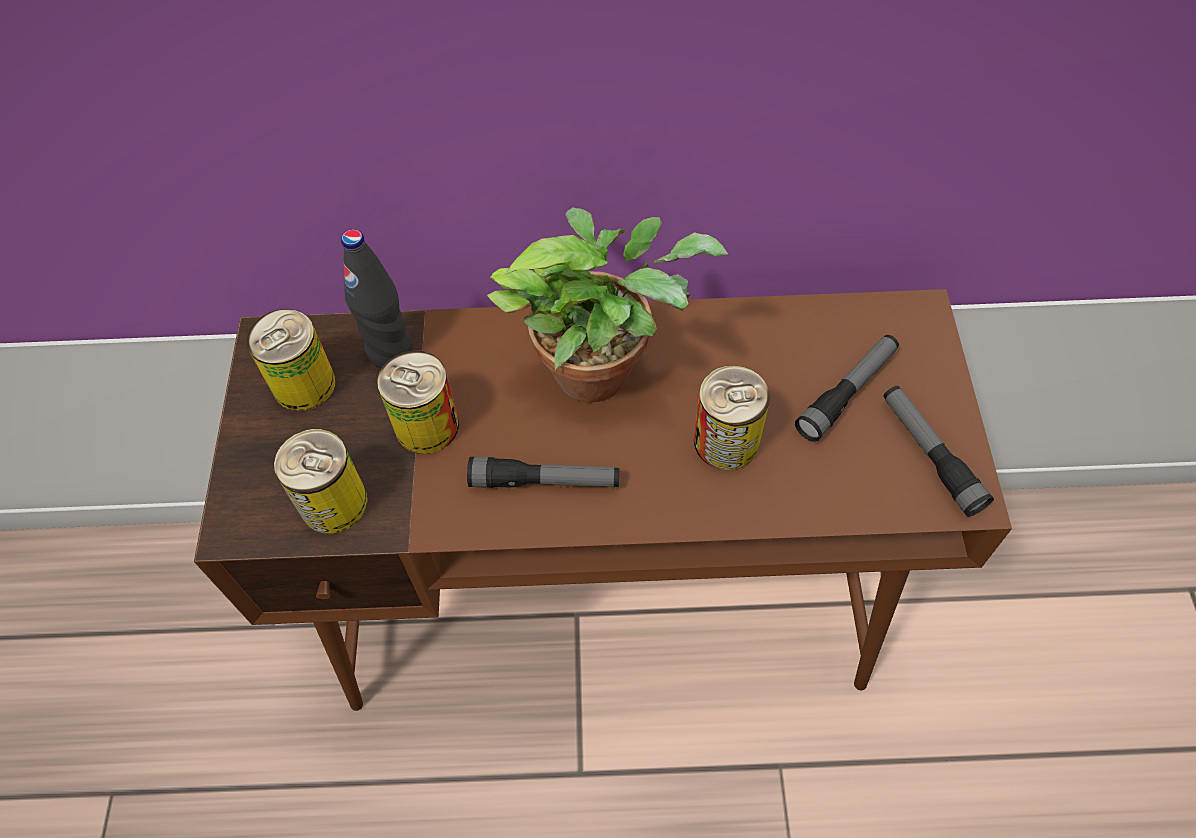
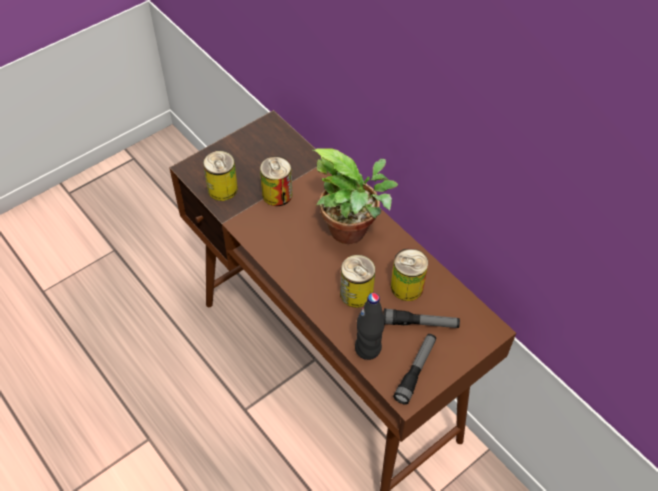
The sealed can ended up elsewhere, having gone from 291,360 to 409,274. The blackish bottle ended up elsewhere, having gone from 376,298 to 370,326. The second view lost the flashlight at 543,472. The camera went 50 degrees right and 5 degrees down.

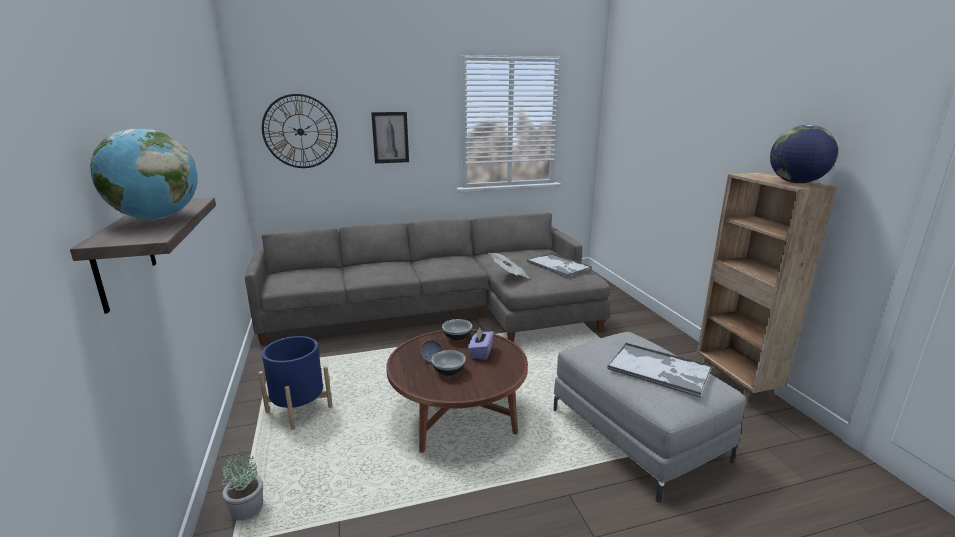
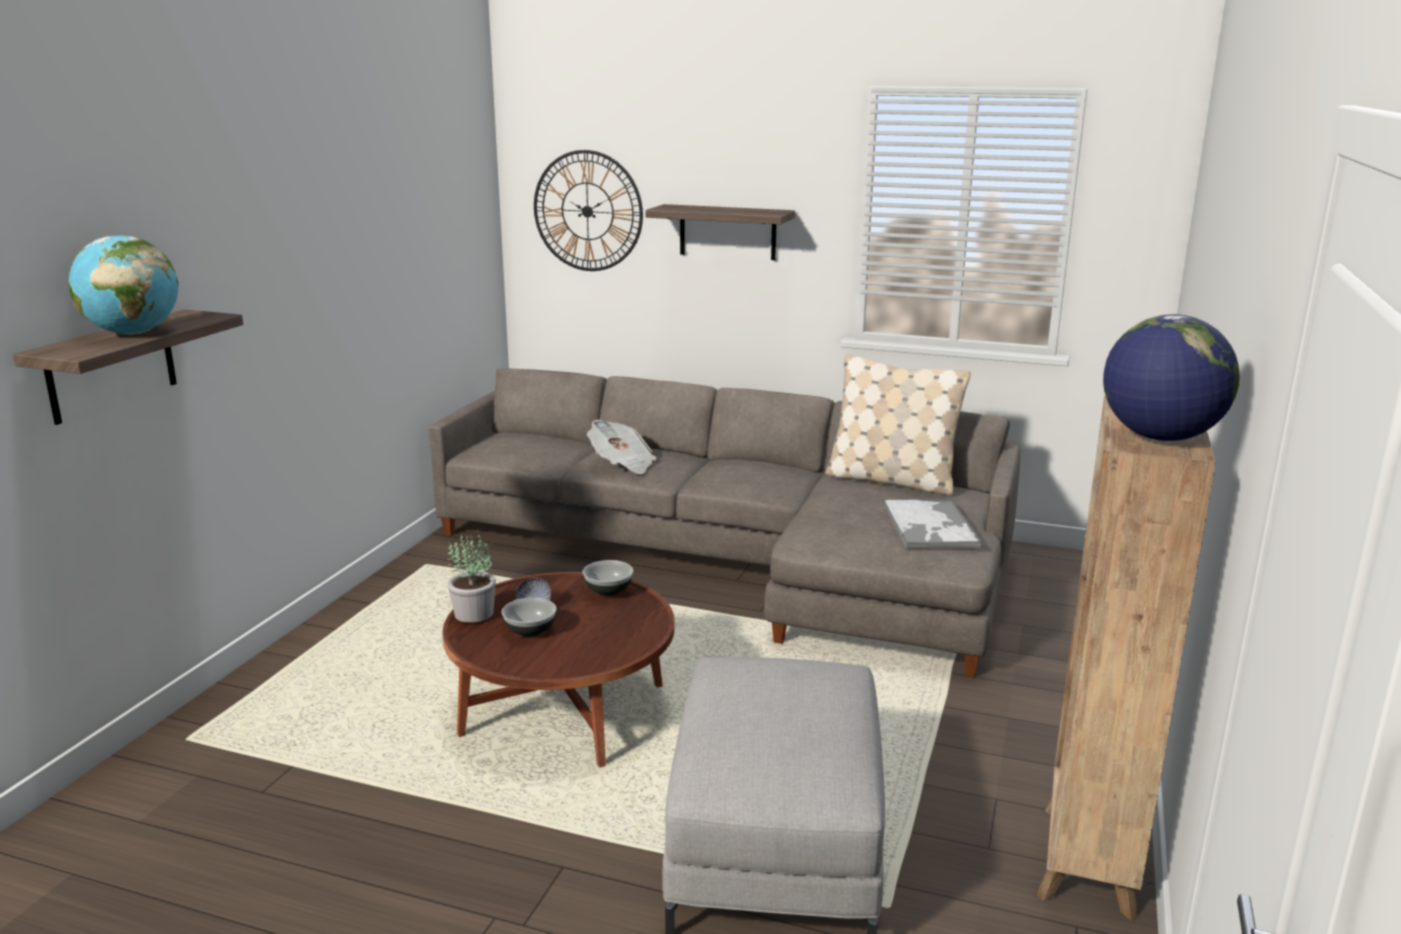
The potted plant ended up elsewhere, having gone from 242,484 to 471,576. The second view lost the bluish flower pot at 295,383. Where the wall art hung at 390,137, the shelf came to hang at 720,232. The second view lost the purplish tissue holder at 481,343. The newspaper ended up elsewhere, having gone from 509,265 to 621,447. The second view lost the carrying tray at 660,370. The second view gained the sand-coloured cushion at 898,424. The camera went 35 degrees right and 0 degrees up.

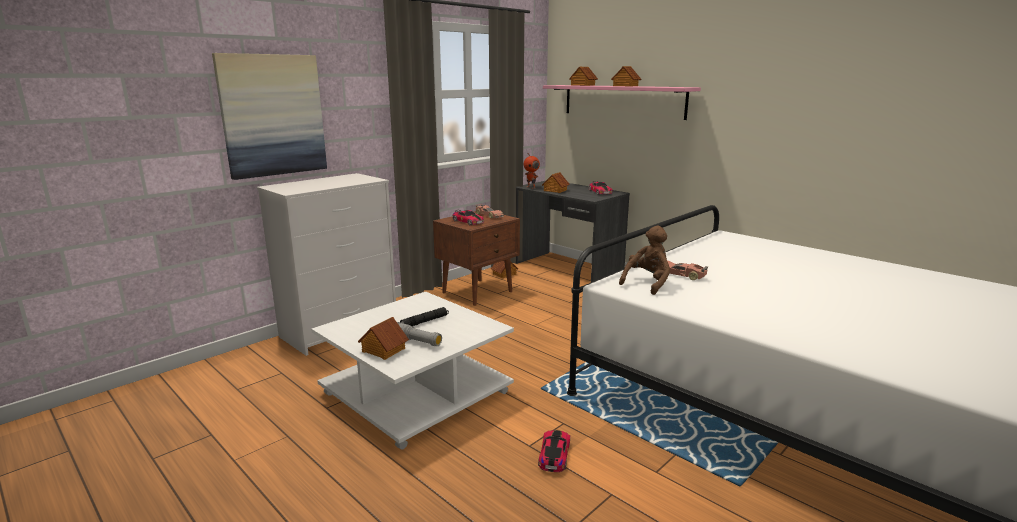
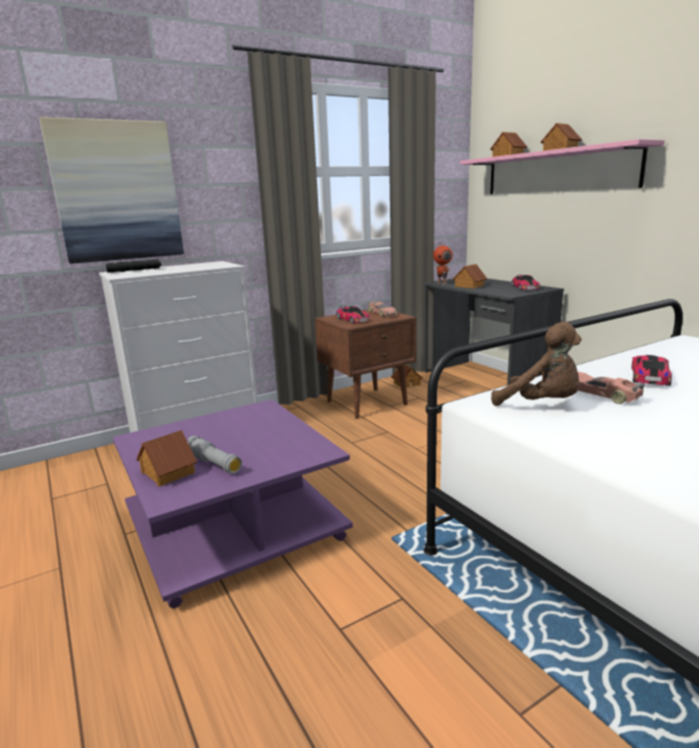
What was the white-coloured low table at 412,370 turned into the purplish low table at 233,503. The blackish flashlight ended up elsewhere, having gone from 424,316 to 133,266. The model car ended up elsewhere, having gone from 554,451 to 651,370. The brown-coloured plush toy at 644,260 ended up facing another way, 75 degrees clockwise from before. The camera went 15 degrees right and 0 degrees up.

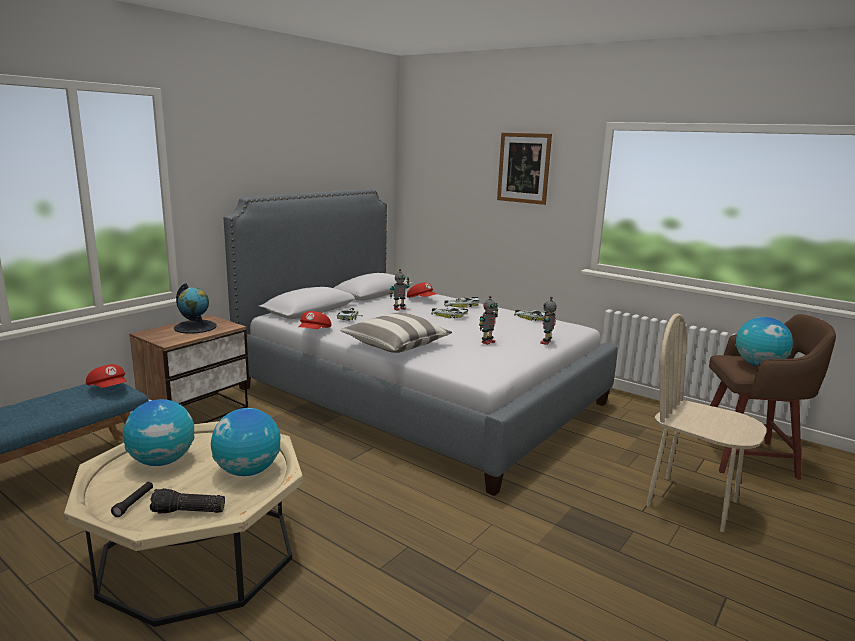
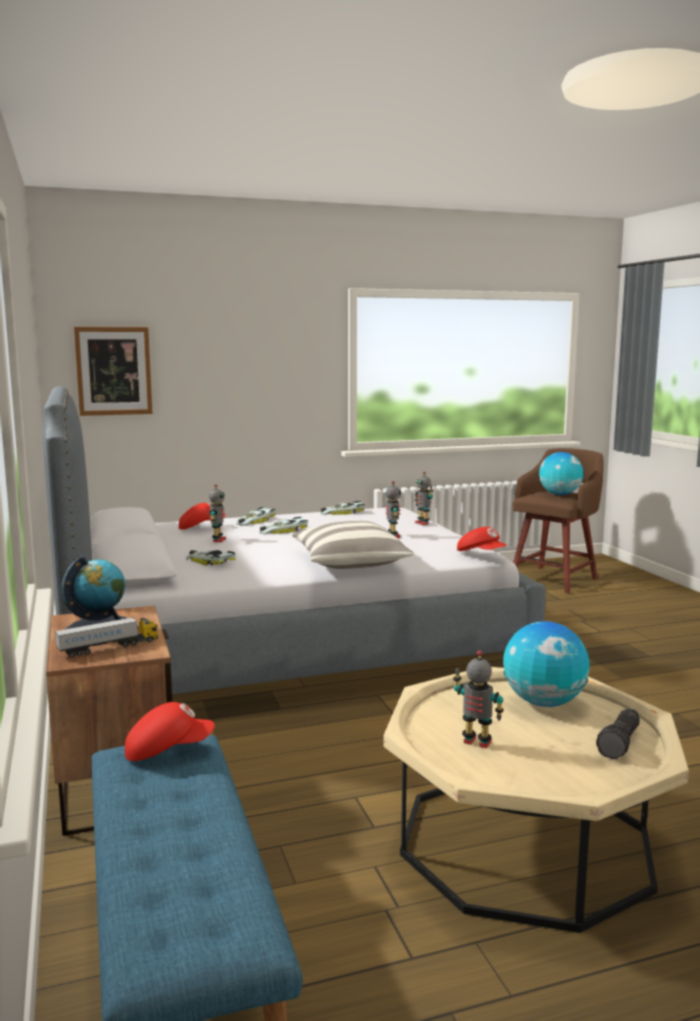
The second view lost the blackish flashlight at 132,499. Where the desk globe stood at 159,432, the robot figure came to stand at 478,699. The red baseball cap ended up elsewhere, having gone from 315,320 to 482,539. The wall art ended up elsewhere, having gone from 524,169 to 113,371. The second view lost the sand-coloured chair at 706,422. The second view gained the toy lorry at 106,637. The camera went 55 degrees left and 5 degrees down.

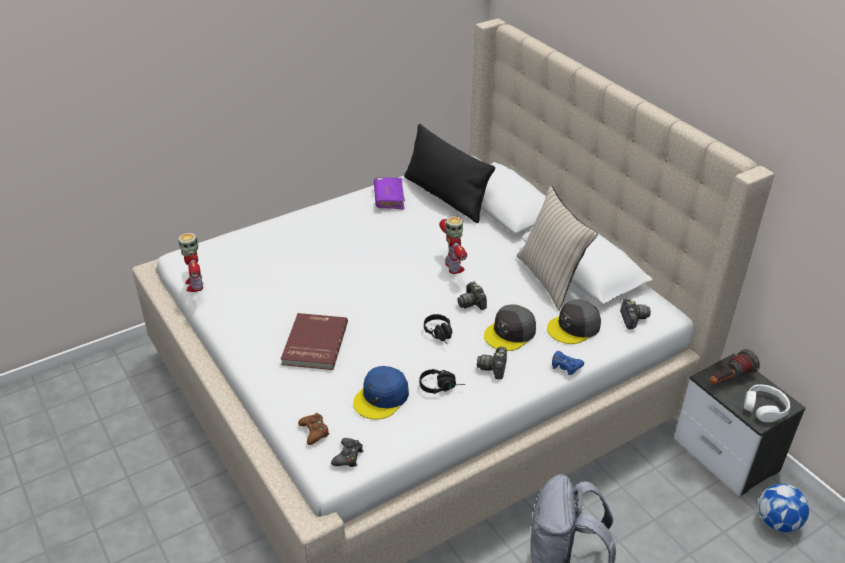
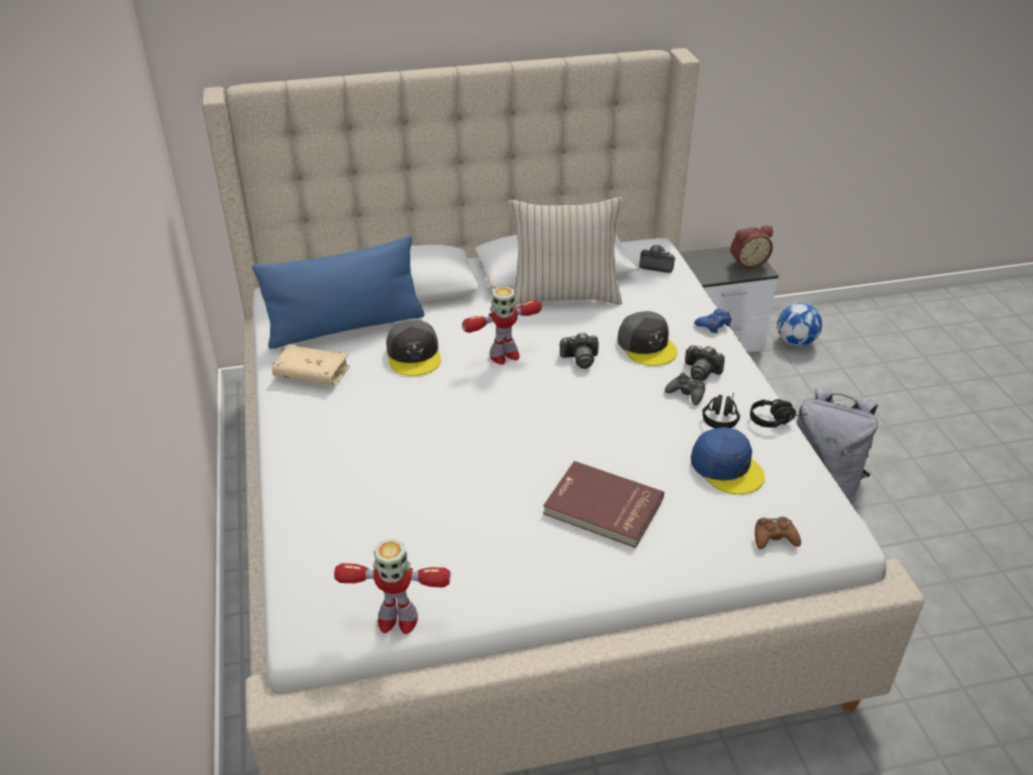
The blackish gamepad ended up elsewhere, having gone from 347,452 to 685,389. What was the purplish volume at 389,193 turned into the sand-coloured volume at 311,365. What was the blackish cushion at 449,173 turned into the bluish cushion at 338,292. The blackish headset ended up elsewhere, having gone from 438,329 to 779,413. The robot figure at 453,245 ended up facing another way, 150 degrees clockwise from before. The grey baseball cap ended up elsewhere, having gone from 574,321 to 413,348. The second view lost the flashlight at 734,366. Where the white-coloured headset stood at 767,403, the table clock came to stand at 752,247. The camera went 70 degrees left and 0 degrees up.

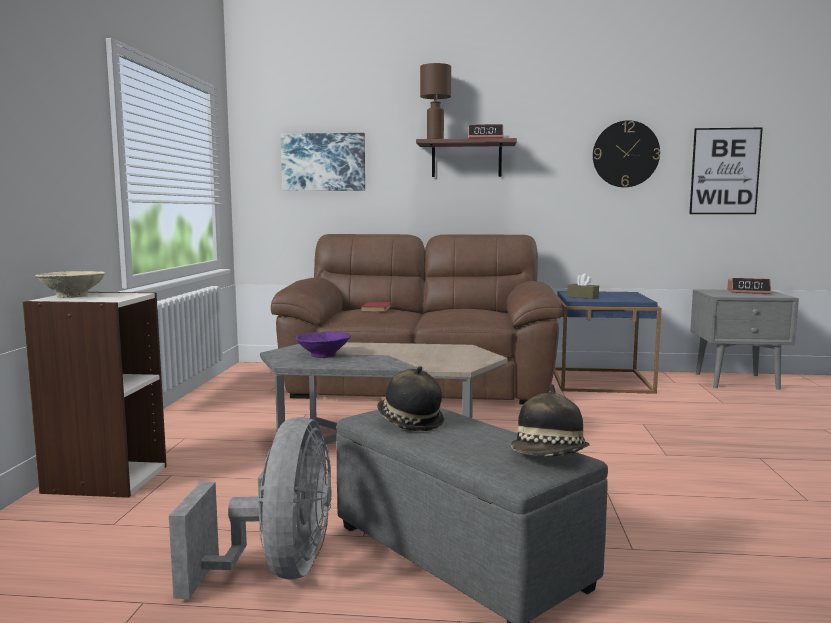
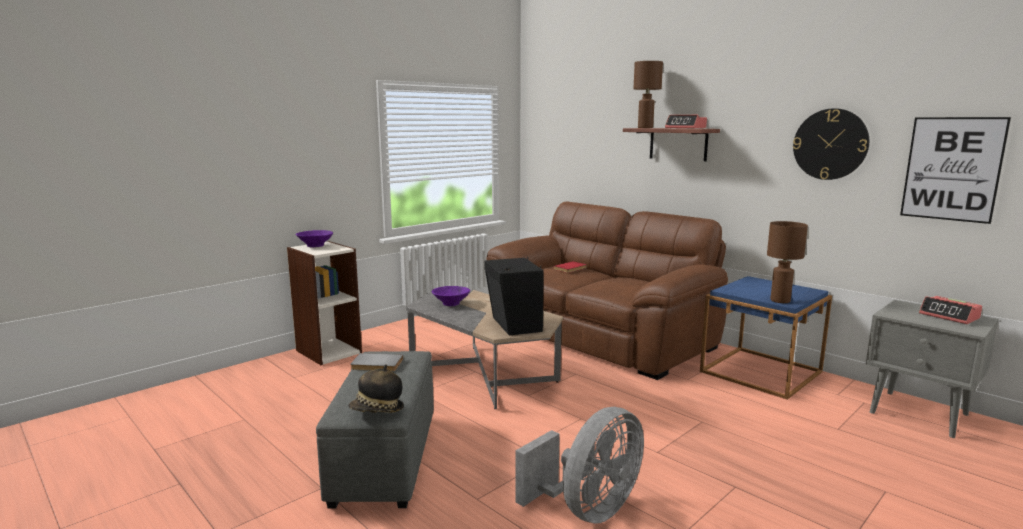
What was the sand-coloured serving bowl at 70,284 turned into the purplish serving bowl at 314,238. The grey fan ended up elsewhere, having gone from 250,508 to 579,465. The second view lost the wall art at 323,162. Where the clothing hat stood at 410,398, the grey volume came to stand at 377,362. The second view lost the brown-coloured tissue holder at 583,286. The second view gained the blackish speaker at 514,296. The second view gained the brown-coloured table lamp at 787,262. The camera went 40 degrees right and 5 degrees up.

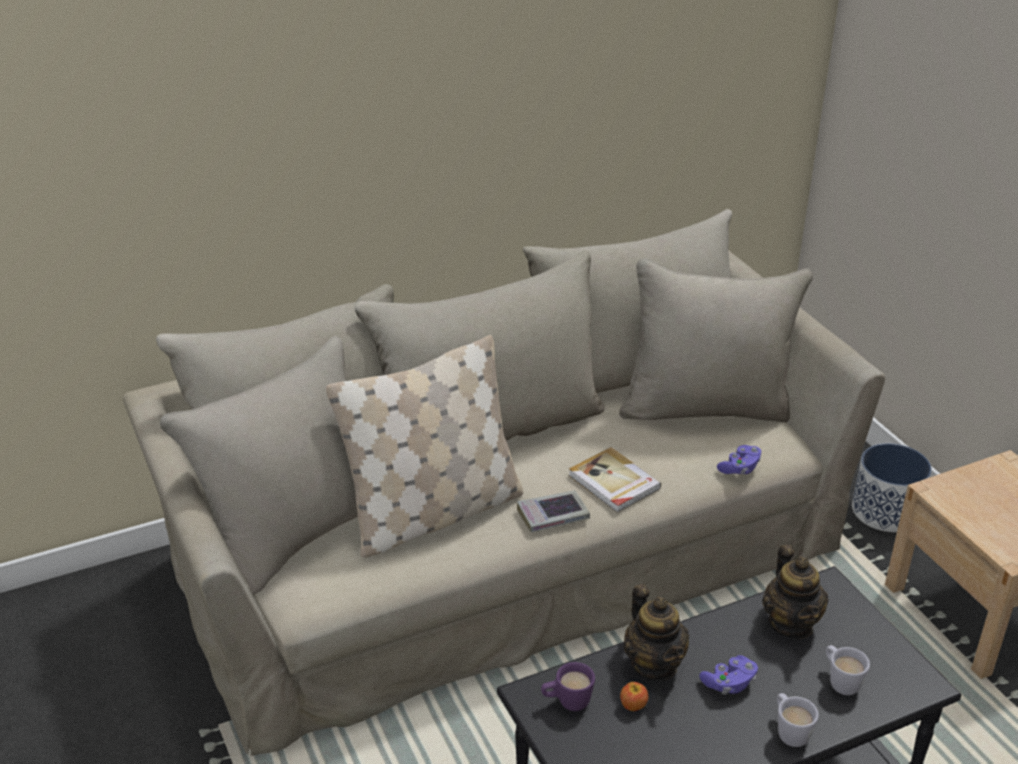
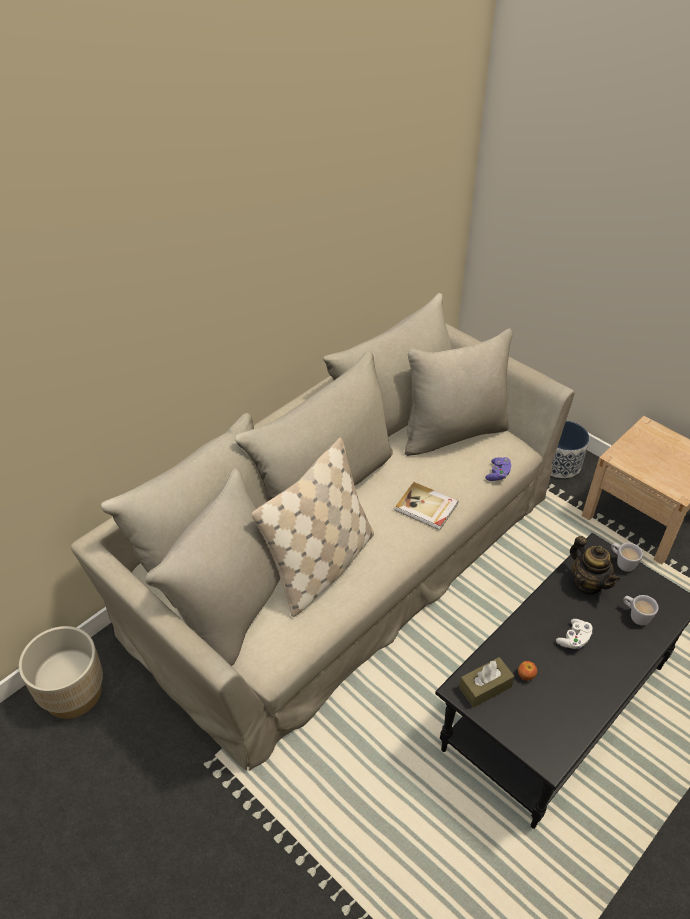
The second view lost the volume at 553,511. Where the purplish coffee mug stood at 568,686, the brown-coloured tissue holder came to stand at 487,682. The second view lost the pot for tea at 656,632. What was the purplish gamepad at 728,674 turned into the white-coloured gamepad at 574,634. The white-coloured coffee mug ended up elsewhere, having gone from 798,720 to 627,557. The second view gained the sand-coloured flower pot at 61,672. The camera went 20 degrees left and 10 degrees up.

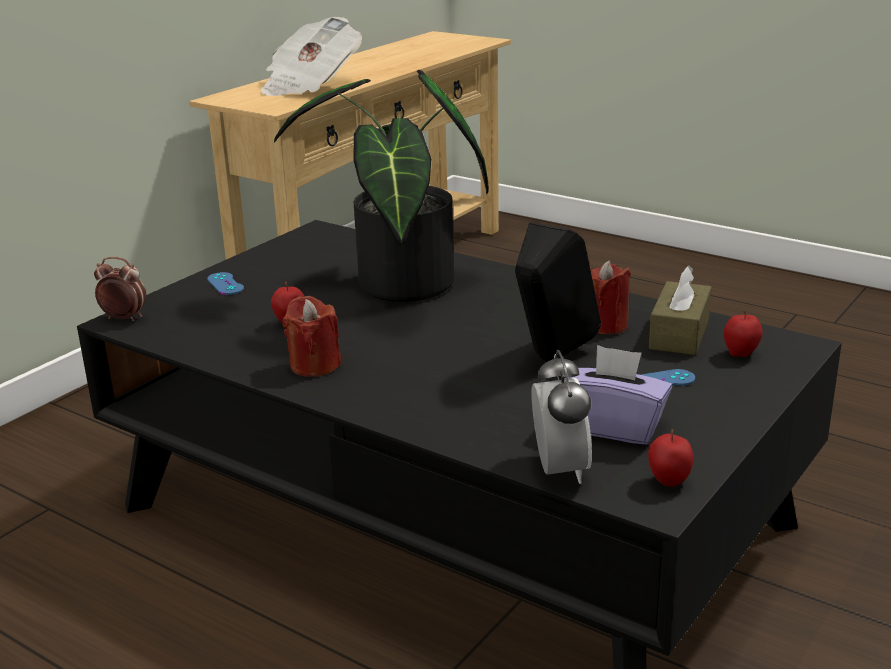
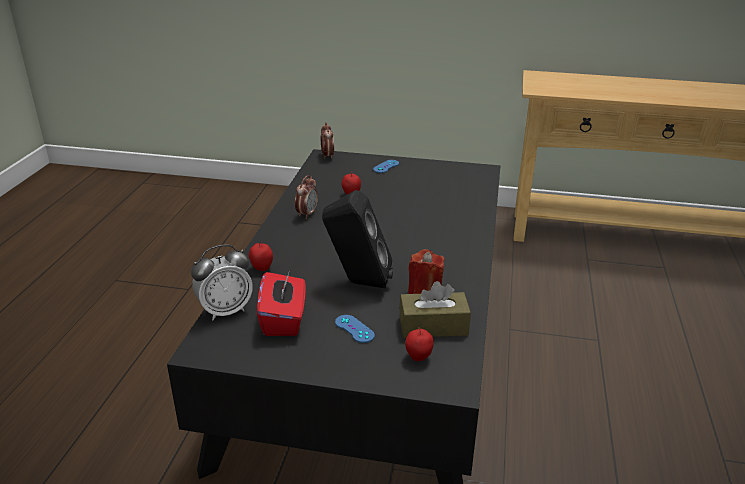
The second view lost the newspaper at 311,56. The second view lost the potted plant at 381,186. Where the red wax light stood at 312,336, the table clock came to stand at 306,197. What was the purplish tissue holder at 616,394 turned into the red tissue holder at 281,304. The apple fruit ended up elsewhere, having gone from 670,458 to 261,256. The camera went 65 degrees right and 5 degrees up.

